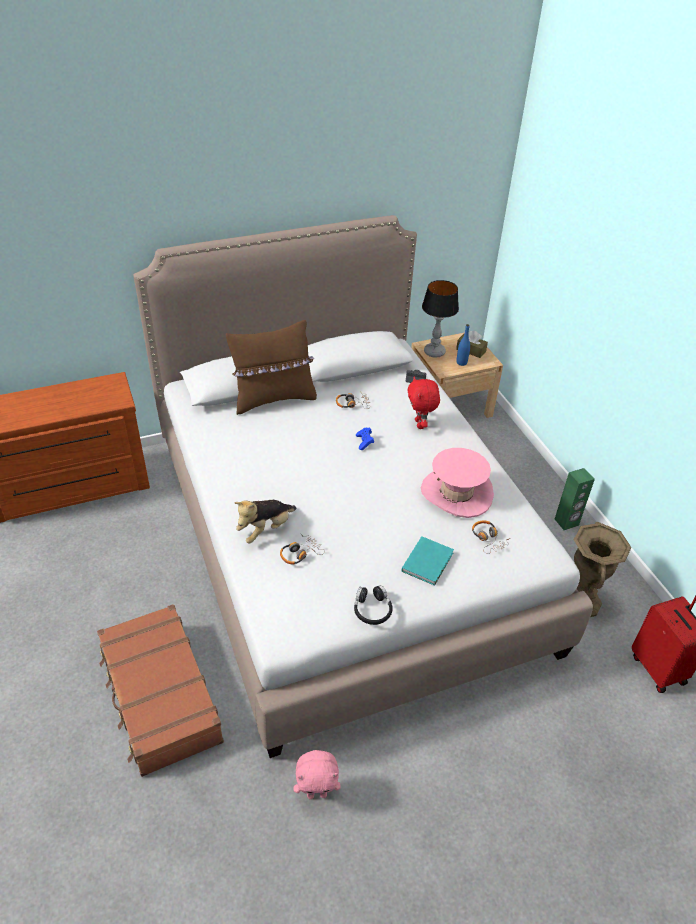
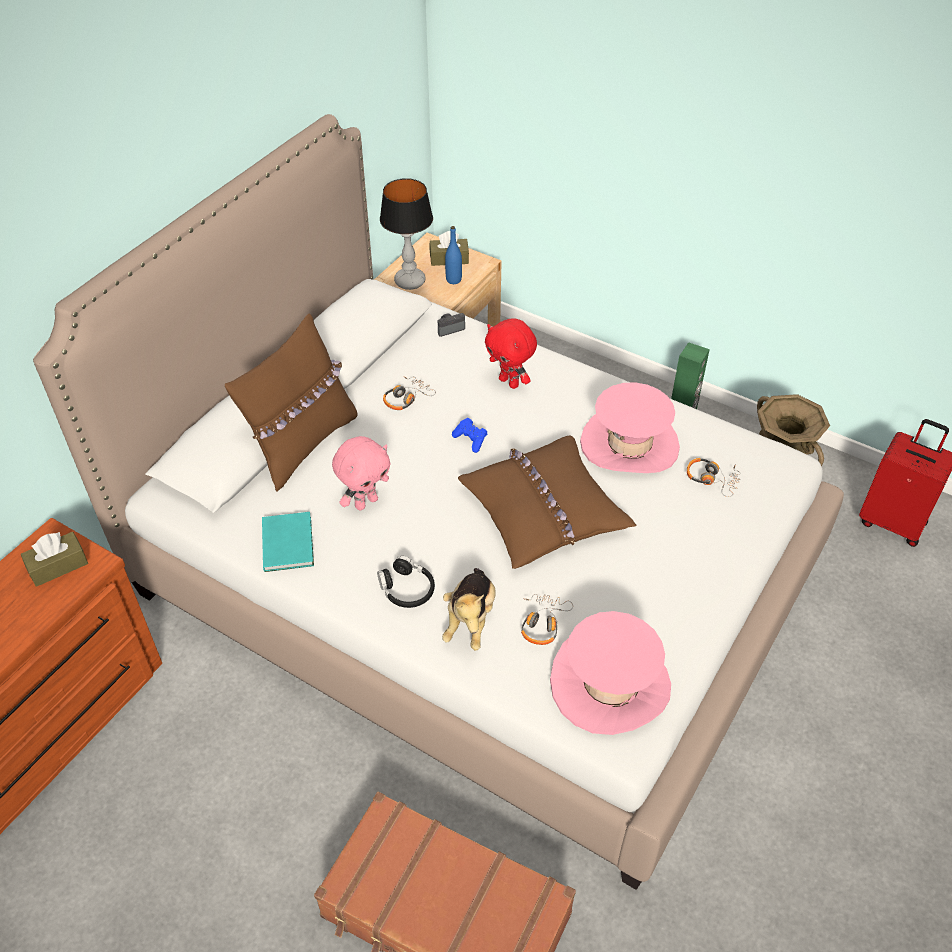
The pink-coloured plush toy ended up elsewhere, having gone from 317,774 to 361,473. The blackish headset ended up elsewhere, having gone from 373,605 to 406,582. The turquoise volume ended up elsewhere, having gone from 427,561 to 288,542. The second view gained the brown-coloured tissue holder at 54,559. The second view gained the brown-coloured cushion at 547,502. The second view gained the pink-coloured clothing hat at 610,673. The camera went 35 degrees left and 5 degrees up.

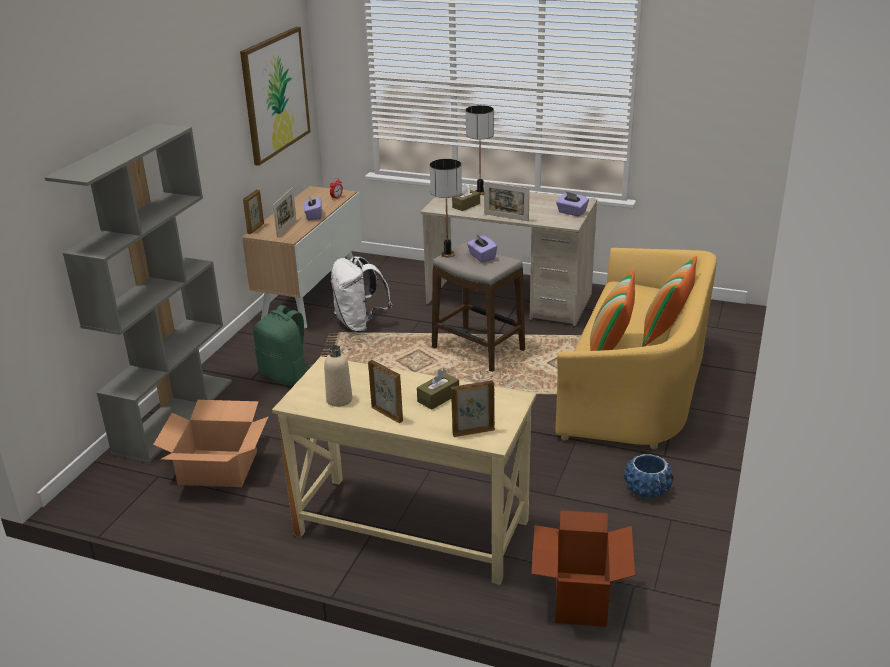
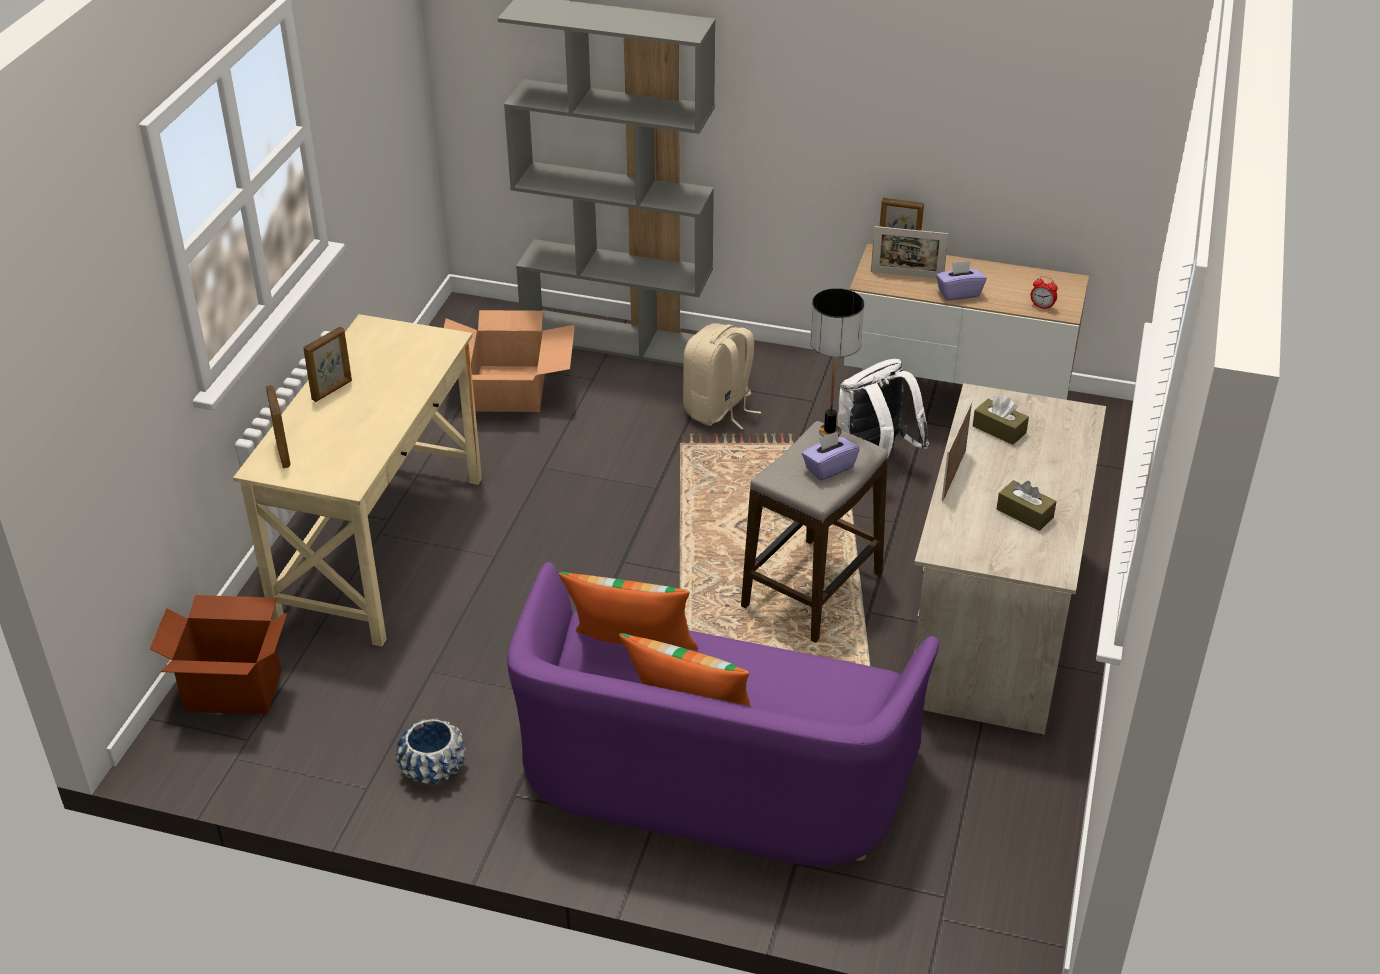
The second view lost the wall art at 275,96. What was the greenish backpack at 283,345 turned into the sand-coloured backpack at 722,376. The second view lost the sand-coloured bottle at 338,376. The brown-coloured tissue holder ended up elsewhere, having gone from 438,389 to 1027,505. The second view lost the table lamp at 480,150. What was the yellowish sofa at 635,348 turned into the purplish sofa at 723,714. The second view lost the purplish tissue holder at 572,204. The camera went 85 degrees right and 10 degrees up.

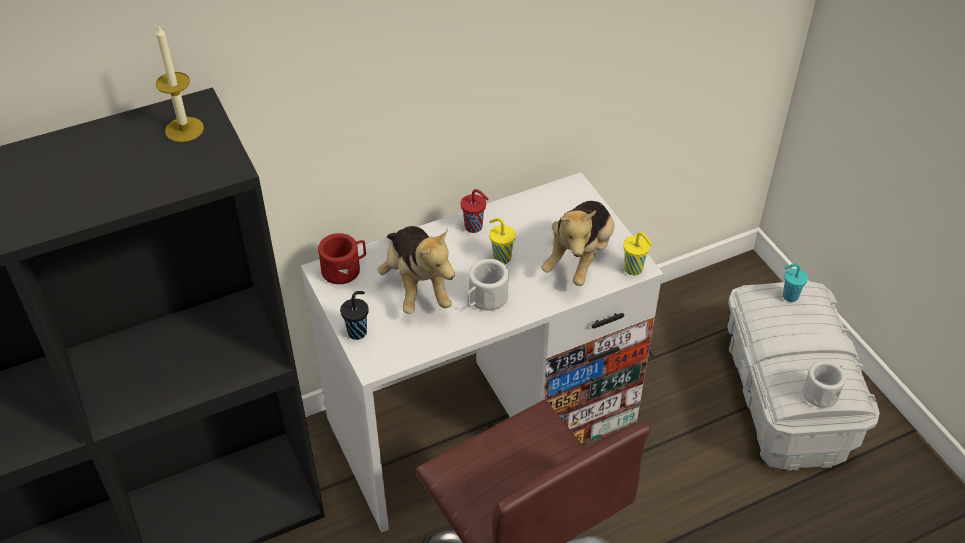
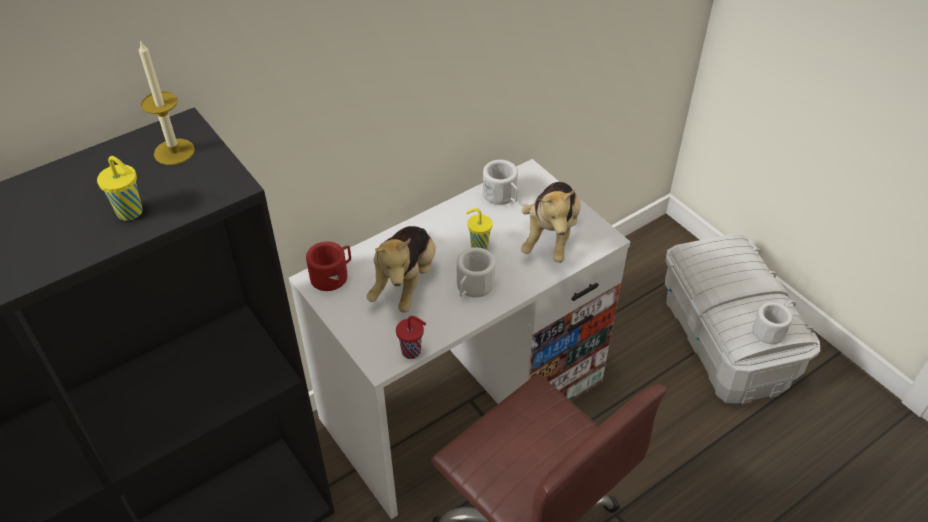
The second view lost the blackish drinking cup at 354,315. The plush toy at 416,270 ended up facing another way, 45 degrees clockwise from before. The red drinking cup ended up elsewhere, having gone from 475,211 to 411,337. The yellowish drinking cup ended up elsewhere, having gone from 637,253 to 120,188. The second view lost the turquoise drinking cup at 795,283. The second view gained the white-coloured coffee mug at 500,182. The camera went 10 degrees left and 0 degrees up.

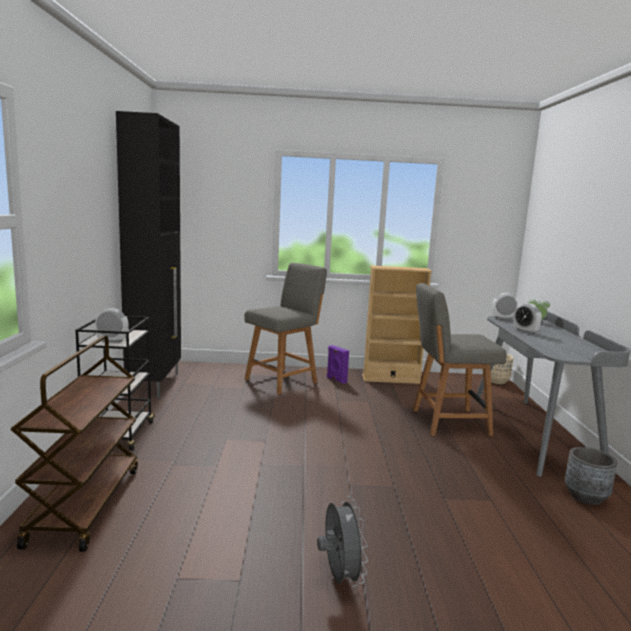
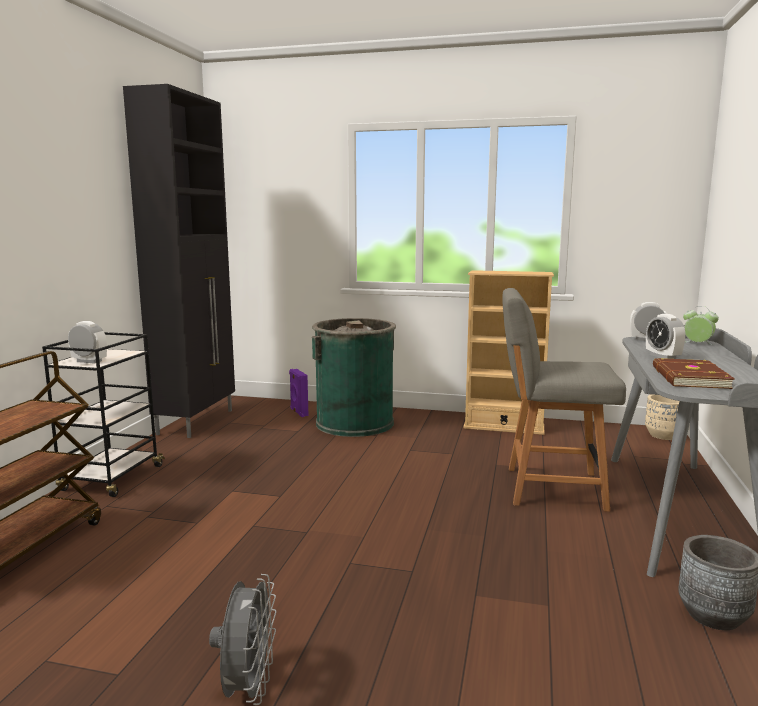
Where the grey chair stood at 286,328, the greenish trash can came to stand at 354,377. The purplish speaker ended up elsewhere, having gone from 338,364 to 299,393. The second view gained the brown-coloured volume at 694,373. The camera went 15 degrees right and 0 degrees up.

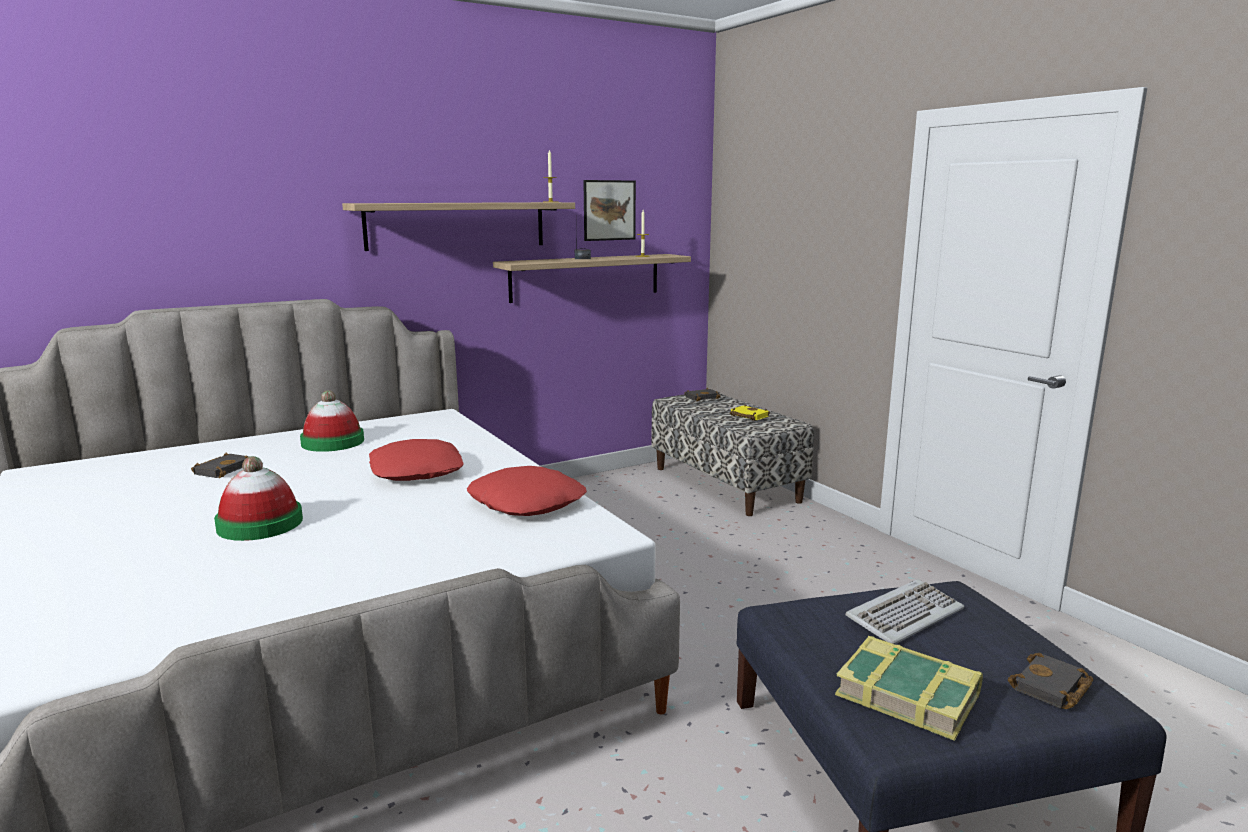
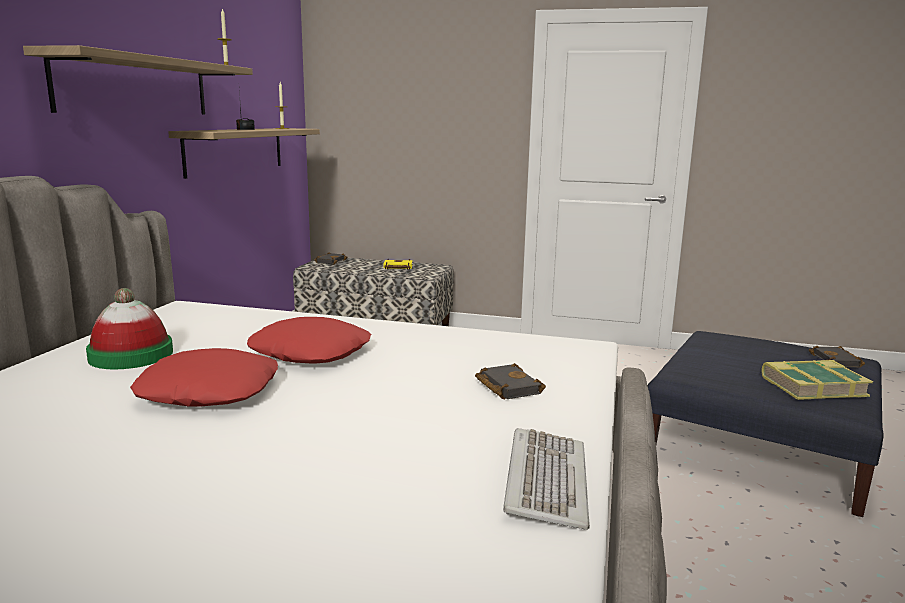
The blackish volume ended up elsewhere, having gone from 220,465 to 510,381. The second view lost the clothing hat at 258,498. The red cushion ended up elsewhere, having gone from 527,491 to 204,377. The second view lost the wall art at 609,210. The keyboard ended up elsewhere, having gone from 904,611 to 546,479. The camera went 45 degrees left and 0 degrees up.

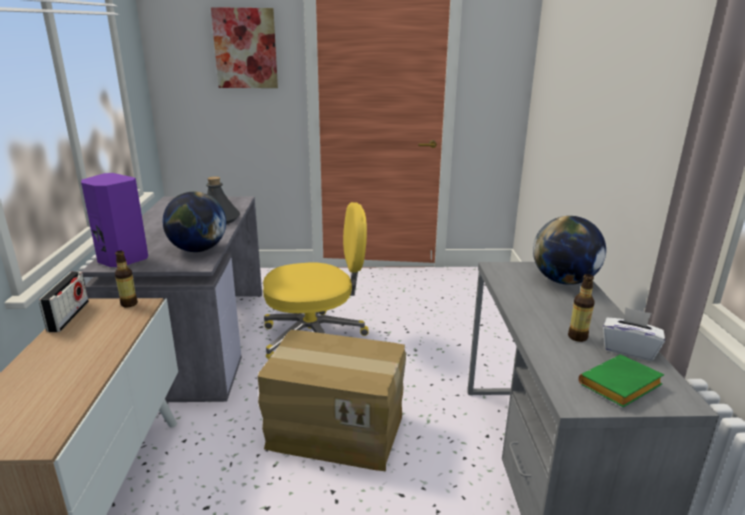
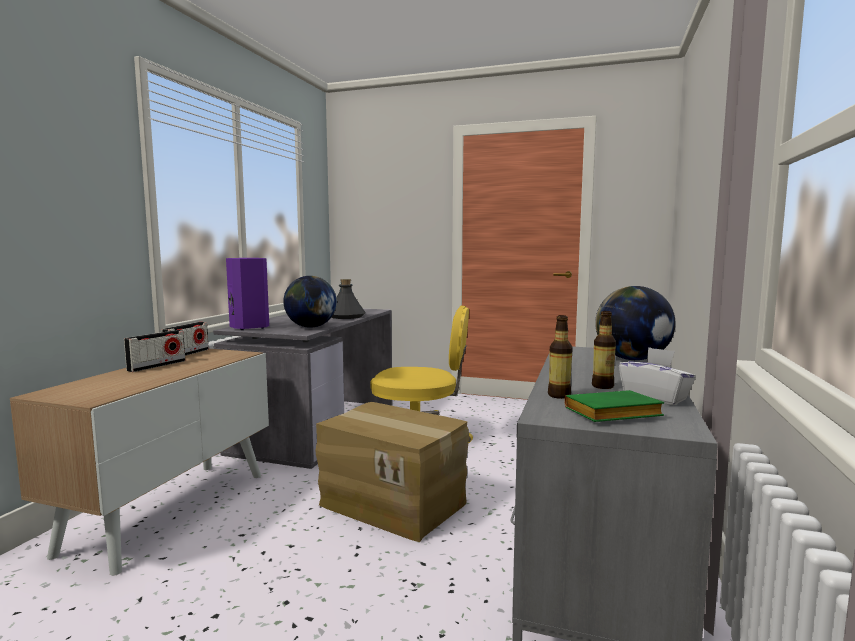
The bottle ended up elsewhere, having gone from 126,279 to 560,357. The second view lost the wall art at 244,47. The second view gained the radio at 154,351. The camera went 20 degrees right and 15 degrees down.

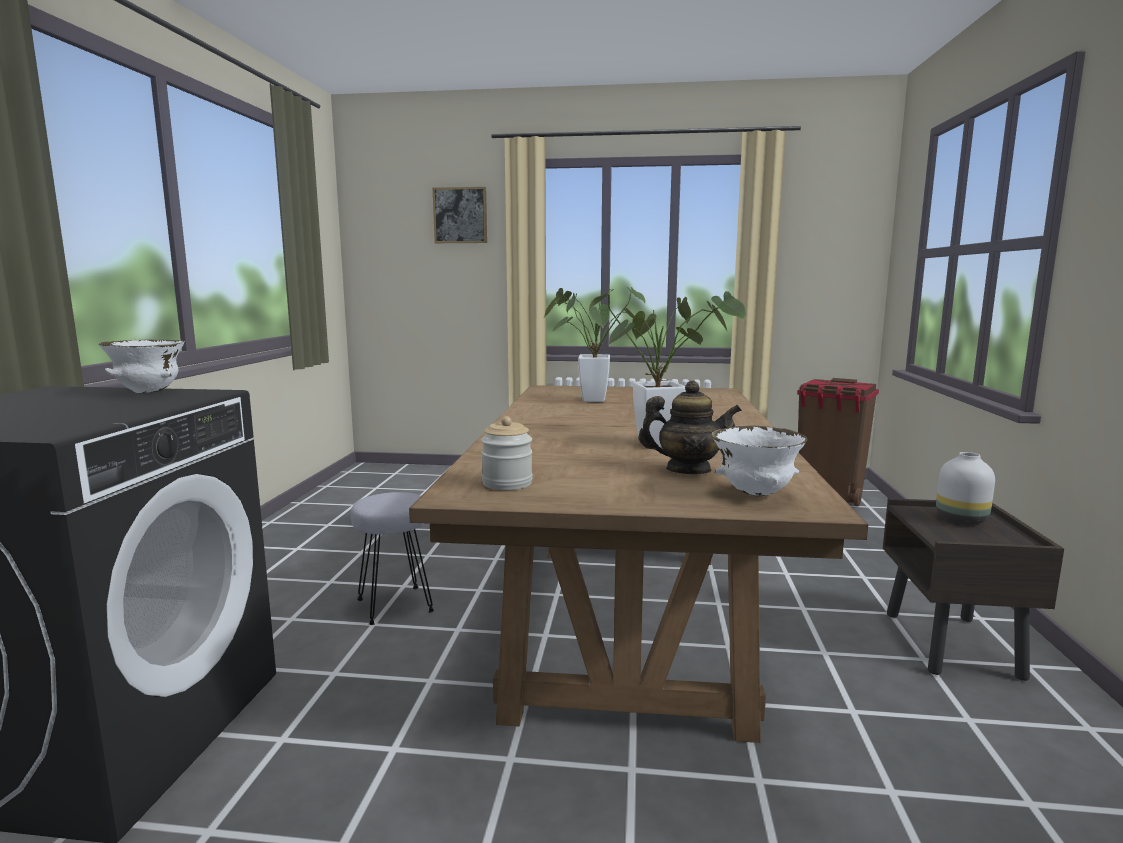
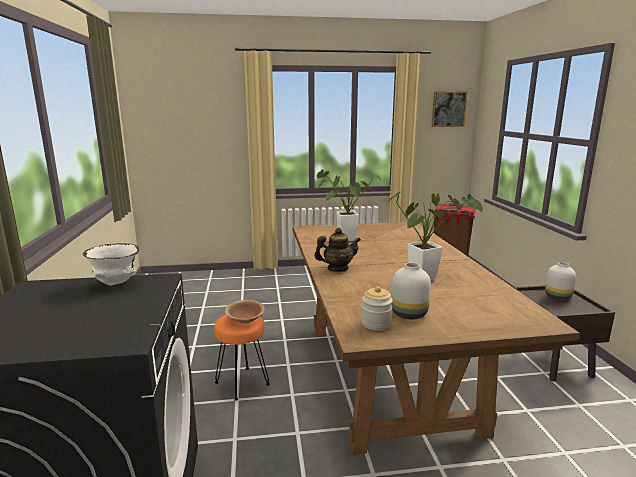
What was the grey stool at 392,558 turned into the orange-coloured stool at 242,358. The wall art ended up elsewhere, having gone from 460,215 to 449,109. The pot for tea ended up elsewhere, having gone from 690,427 to 337,250. The second view lost the white-coloured serving bowl at 759,460. The second view gained the brown-coloured serving bowl at 245,312. The second view gained the white-coloured vase at 411,290. The camera went 15 degrees left and 5 degrees up.

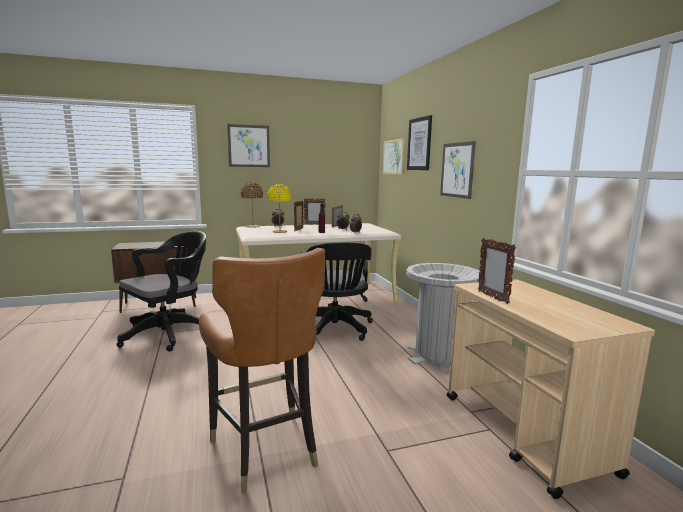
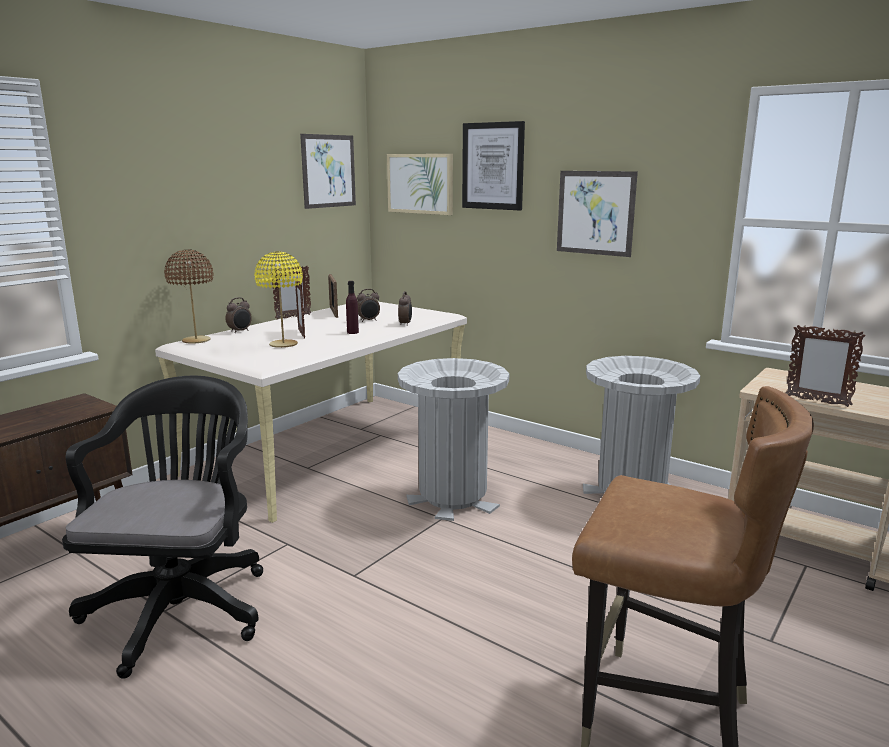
The wall art ended up elsewhere, having gone from 248,145 to 328,171. Where the blackish office chair stood at 337,291, the grey trash can came to stand at 453,439. The camera went 35 degrees left and 5 degrees up.

